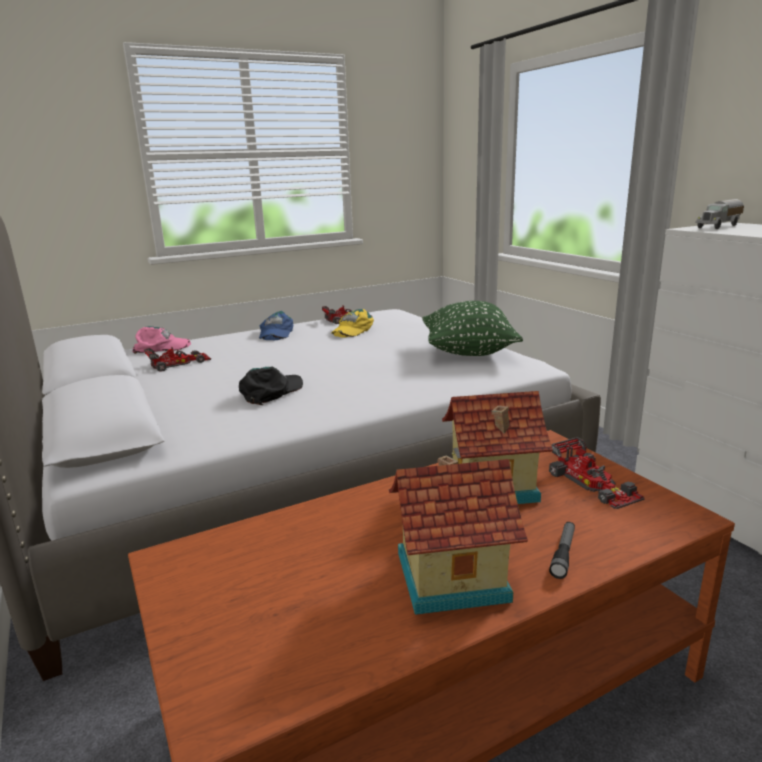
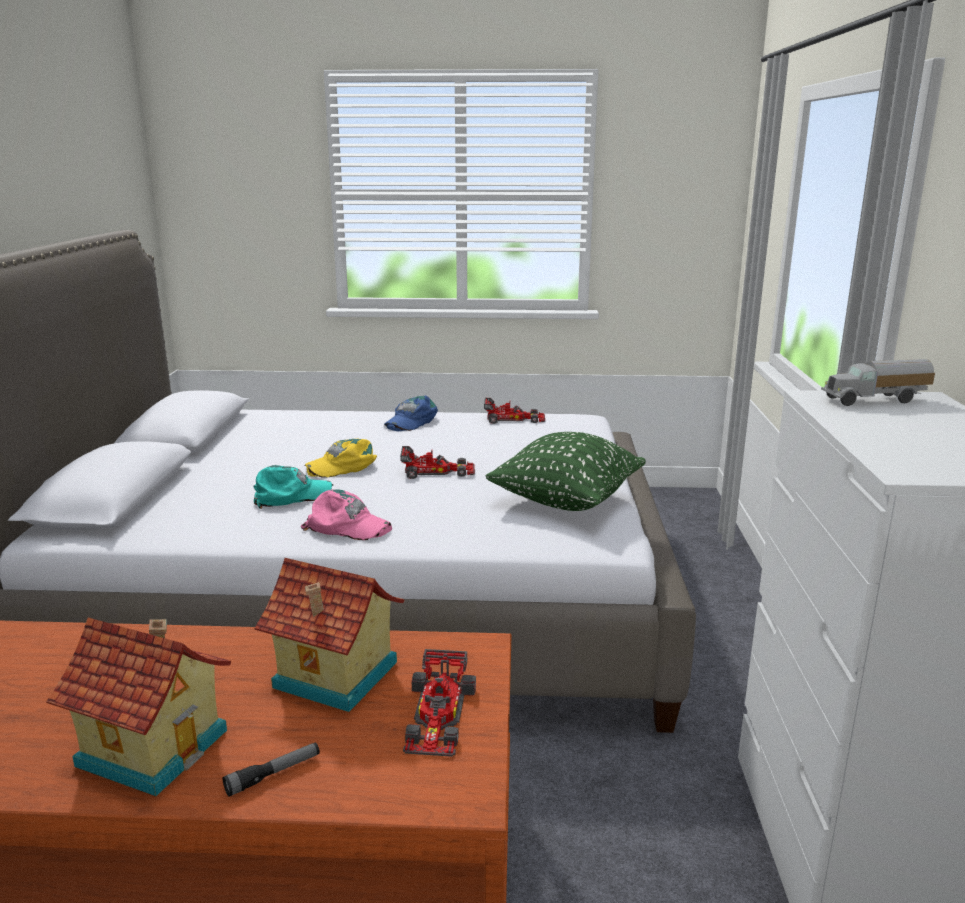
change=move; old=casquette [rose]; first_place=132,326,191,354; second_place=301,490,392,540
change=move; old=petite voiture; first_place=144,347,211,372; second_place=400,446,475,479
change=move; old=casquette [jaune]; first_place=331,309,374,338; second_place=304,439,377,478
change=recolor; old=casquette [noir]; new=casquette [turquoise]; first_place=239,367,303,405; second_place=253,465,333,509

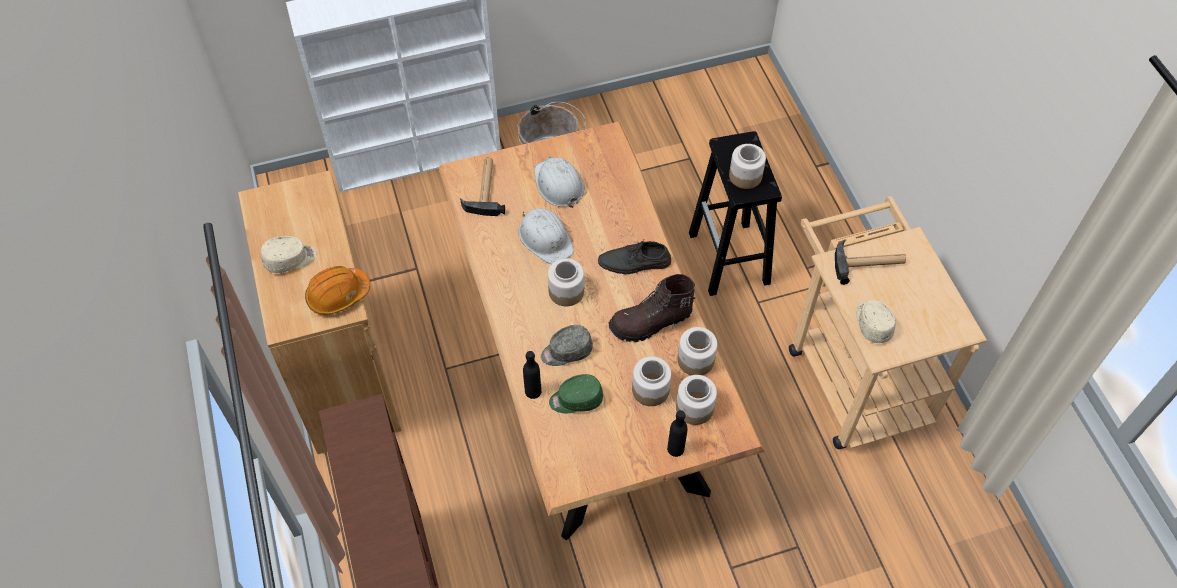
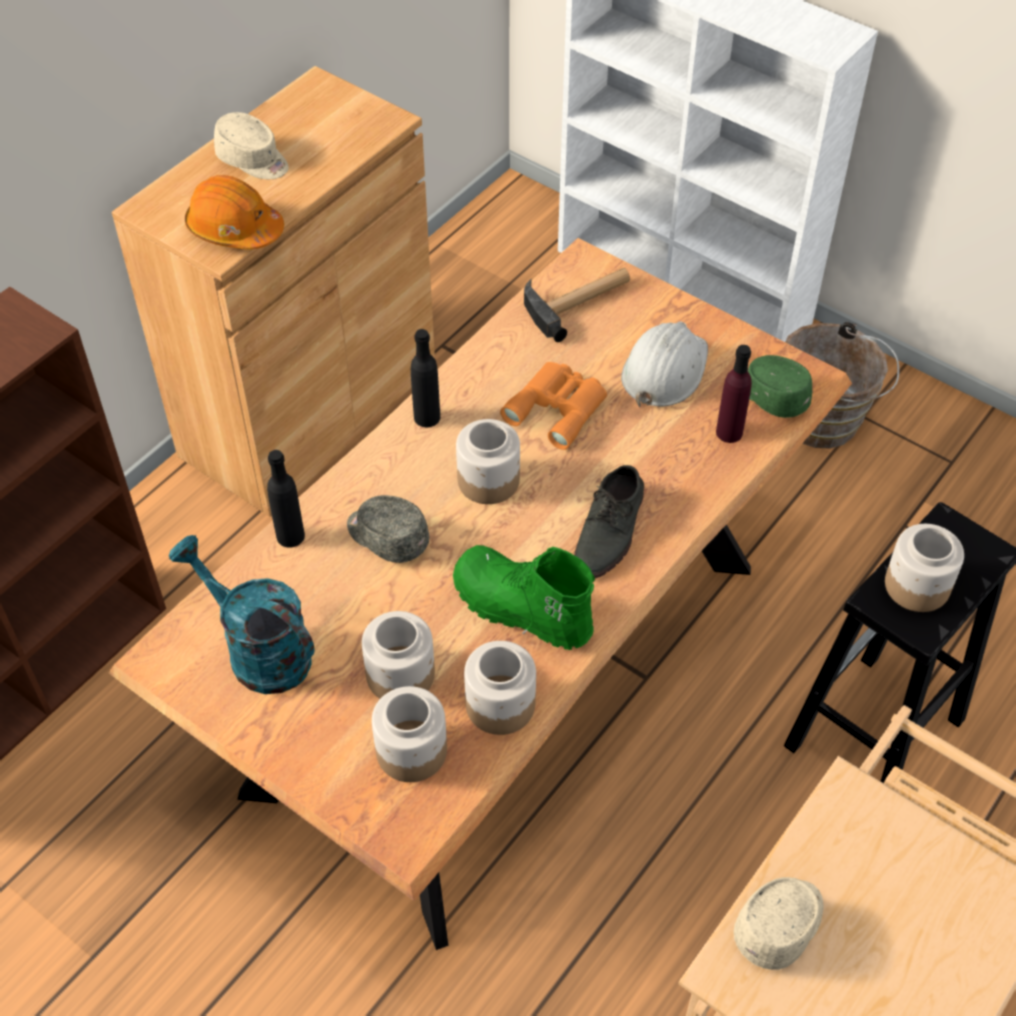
change=delete; old=marteau; first_place=835,239,906,285
change=insert; new=arrosoir [turquoise]; second_place=169,535,315,694
change=insert; new=bouteille [violet]; second_place=716,345,752,443
change=move; old=casquette [vert]; first_place=549,374,603,413; second_place=748,355,812,418
change=move; old=bouteille [noir]; first_place=667,410,687,457; second_place=411,329,440,427
change=replace; old=casque de chantier [blanc]; new=jumelles [orange]; first_place=518,208,574,264; second_place=500,362,607,450
change=recolor; old=botte [marron]; new=botte [vert]; first_place=609,274,695,342; second_place=453,545,595,650
change=rotate; old=chaussure [gris]; first_place=598,240,671,274; second_place=574,465,644,578; degrees=-120

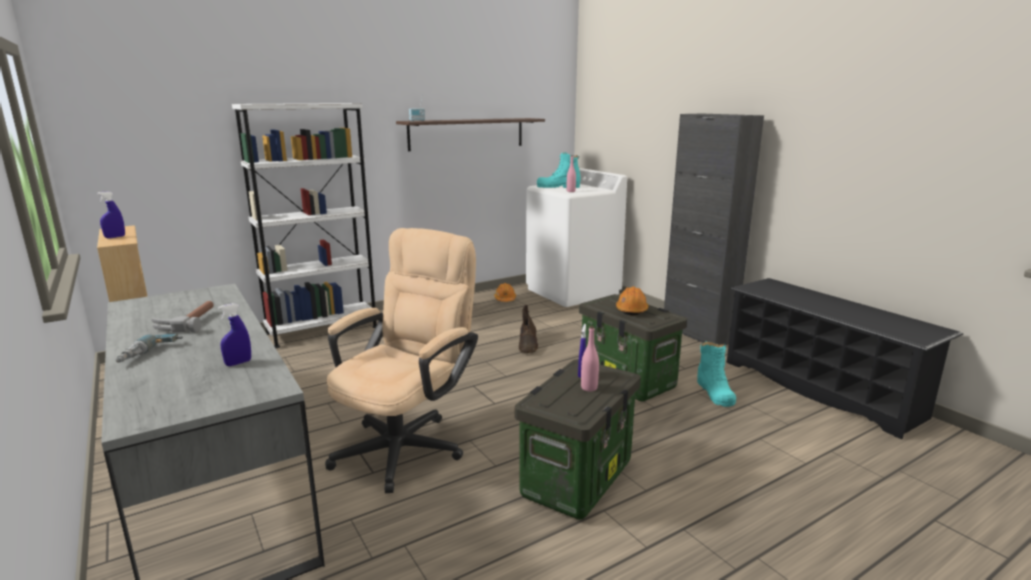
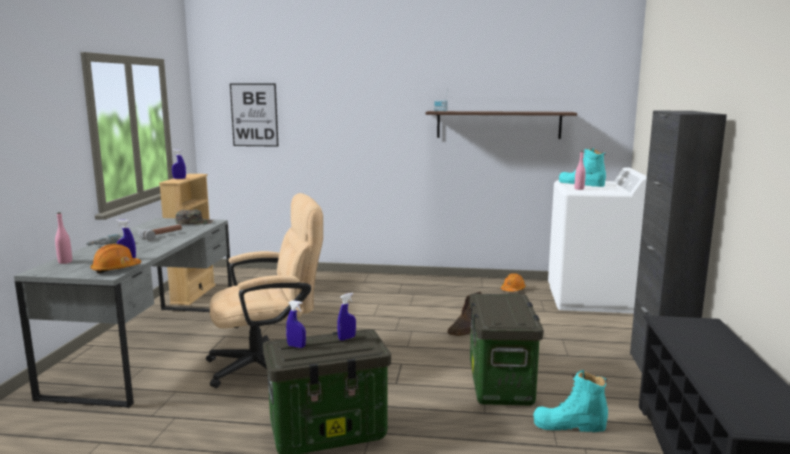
change=delete; old=bibliothèque [blanc]; first_place=232,103,377,348
change=insert; new=casquette [vert]; second_place=176,210,214,225
change=insert; new=tableau; second_place=230,84,278,147
change=insert; new=vaporisateur [bleu]; second_place=286,300,306,348
change=move; old=bouteille [rose]; first_place=581,326,599,391; second_place=55,212,72,264
change=move; old=casque de chantier [orange]; first_place=616,286,649,316; second_place=90,244,141,273
change=rotate; old=botte [turquoise]; first_place=697,341,736,407; second_place=533,370,608,432; degrees=60

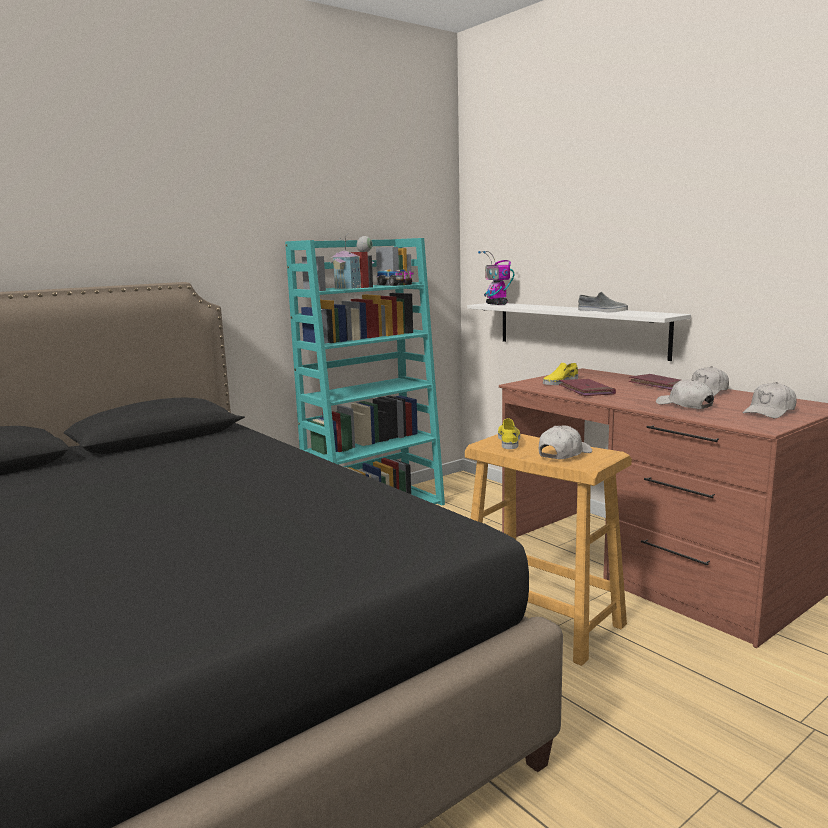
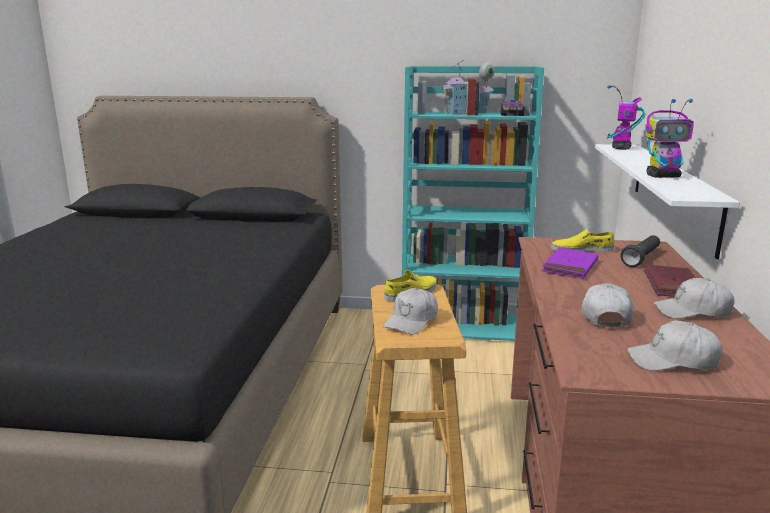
change=insert; new=lampe de poche [noir]; second_place=620,235,660,267
change=replace; old=chaussure [gris]; new=robot jouet; first_place=578,292,628,312; second_place=646,99,694,178
change=recolor; old=livre [rouge]; new=livre [violet]; first_place=559,379,616,396; second_place=542,247,599,279
change=rotate; old=casquette [blanc]; first_place=539,426,592,459; second_place=383,288,438,335; degrees=120

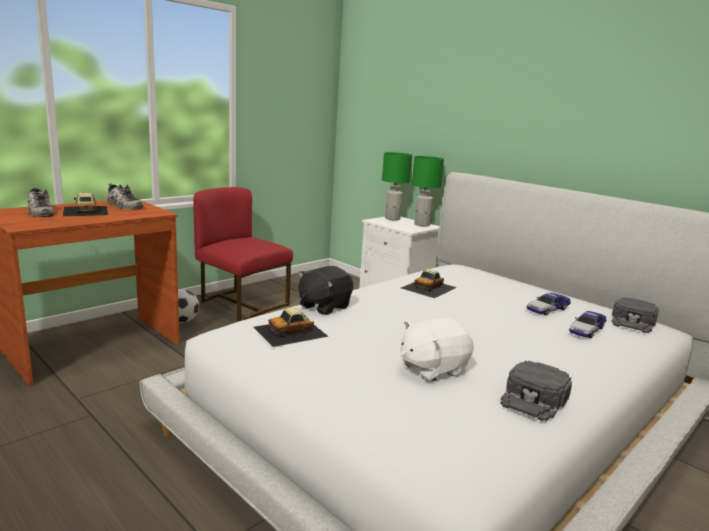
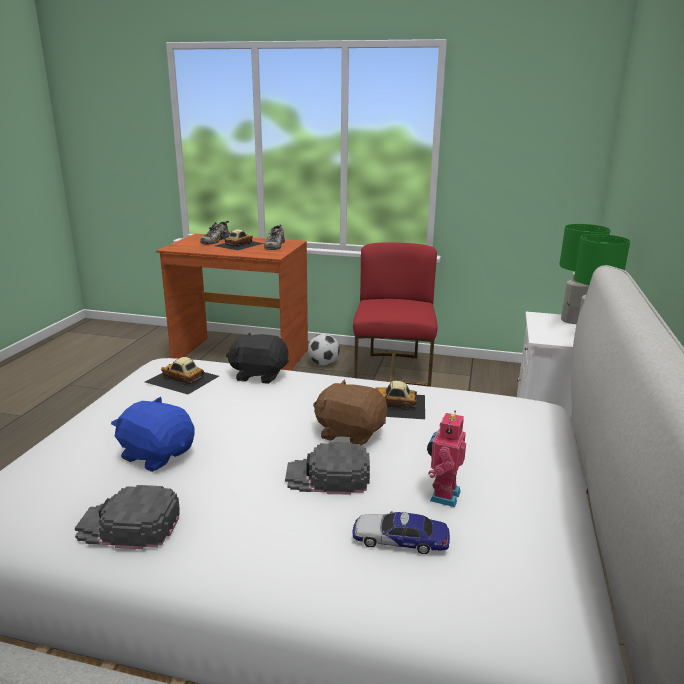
change=insert; new=peluche [marron]; second_place=313,380,388,446
change=move; old=casquette [noir]; first_place=611,297,659,333; second_place=285,442,370,495
change=replace; old=petite voiture; new=robot jouet; first_place=527,293,571,315; second_place=427,410,466,507
change=recolor; old=peluche [blanc]; new=peluche [bleu]; first_place=401,318,474,382; second_place=111,397,195,472

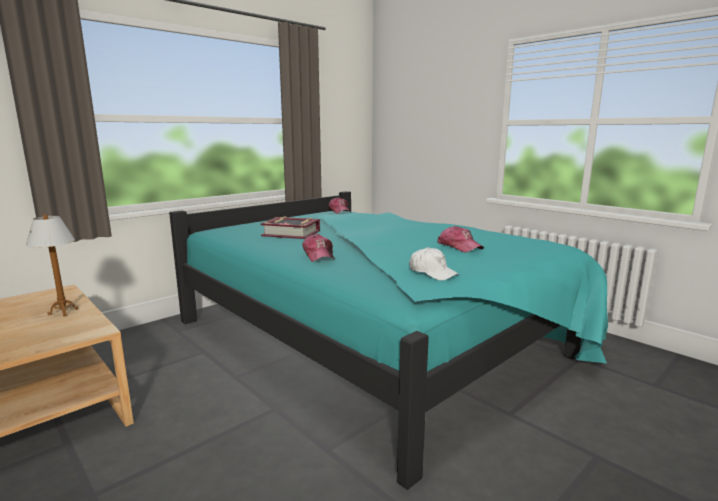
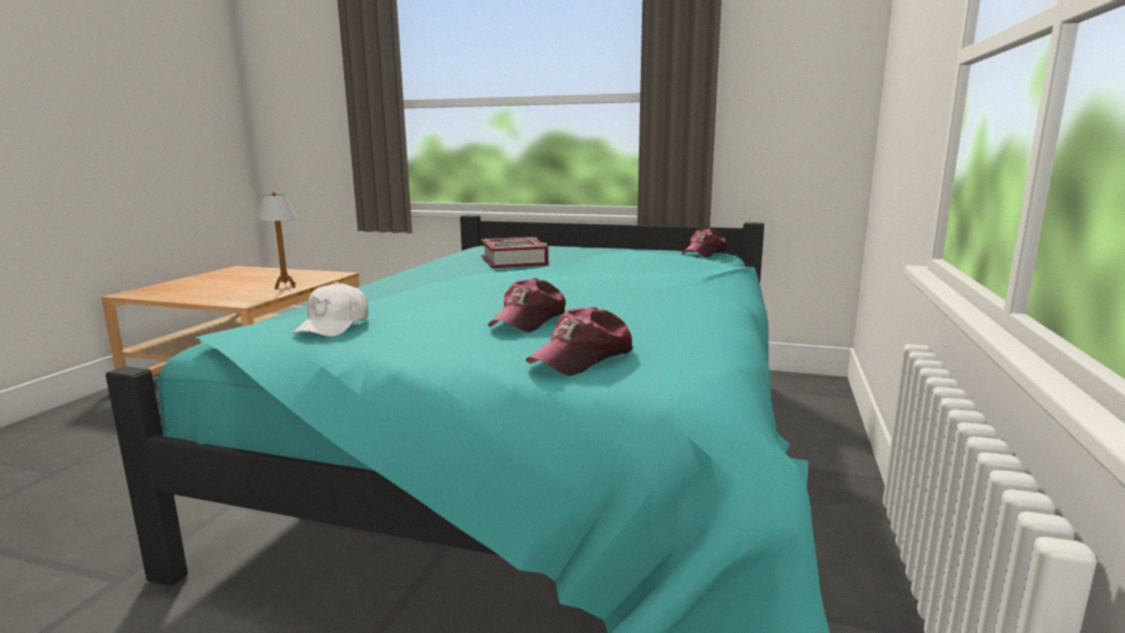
change=move; old=casquette; first_place=302,234,335,262; second_place=526,306,633,376

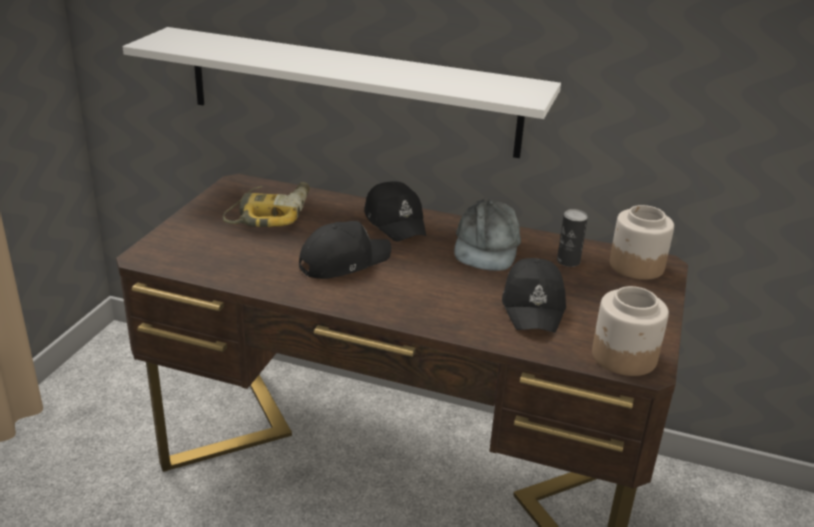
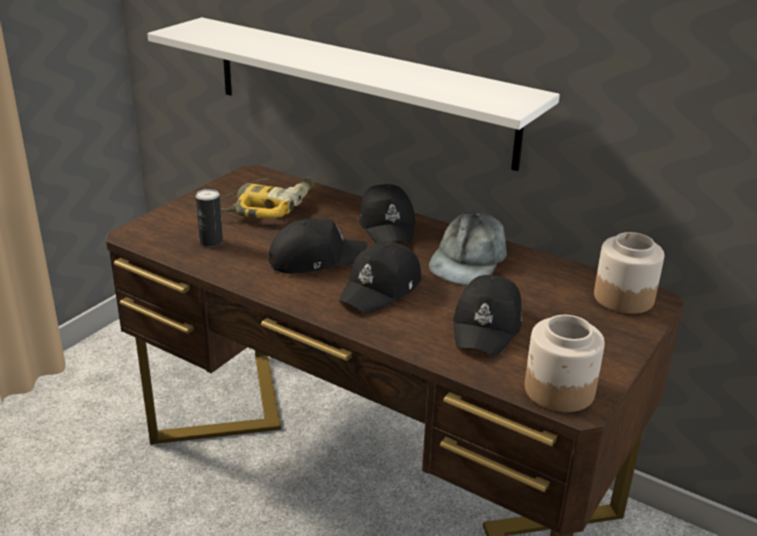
change=insert; new=casquette [noir]; second_place=339,242,421,313
change=move; old=boîte métallique; first_place=557,209,588,267; second_place=196,189,223,247

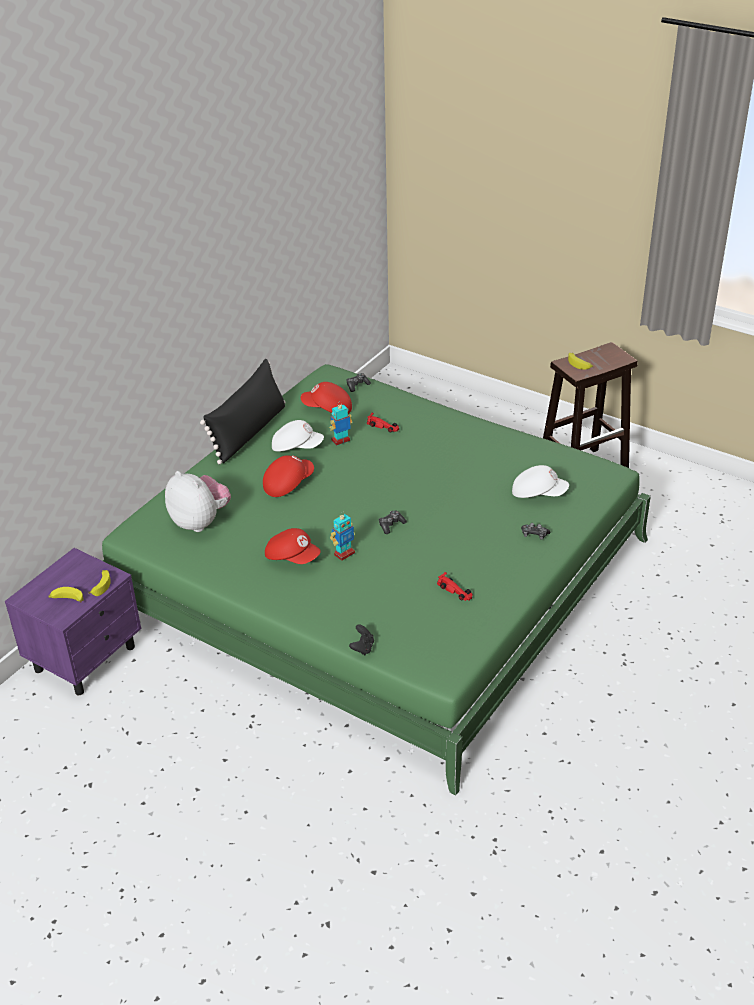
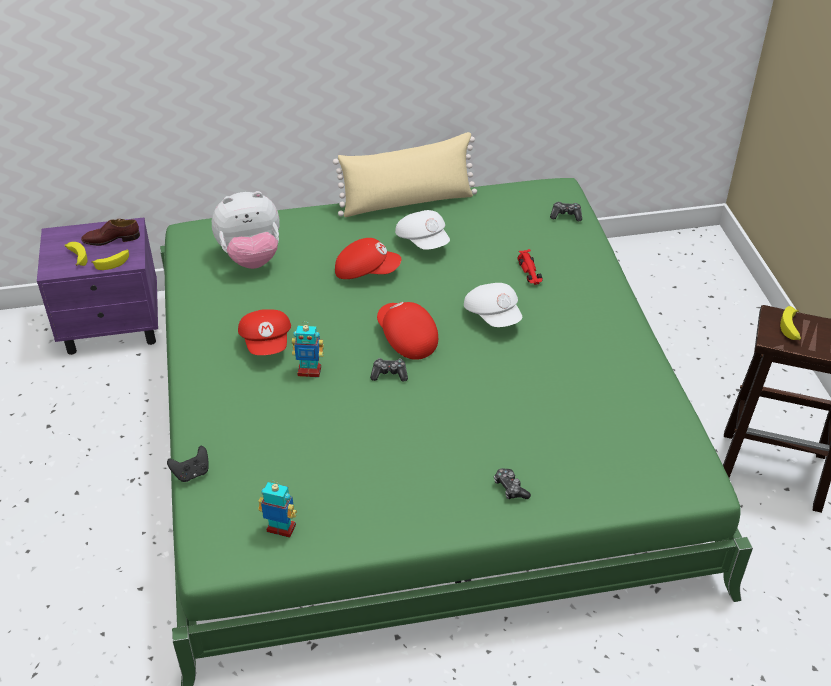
change=delete; old=petite voiture [rouge]; first_place=437,572,473,601
change=insert; new=chaussure [marron]; second_place=81,219,140,246
change=move; old=casquette [rouge]; first_place=301,382,352,414; second_place=377,302,438,360
change=move; old=robot jouet; first_place=329,401,353,446; second_place=258,481,297,538
change=move; old=casquette [blanc]; first_place=512,465,569,498; second_place=464,283,522,327
change=recolor; old=coussin [noir]; new=coussin [beige]; first_place=200,359,285,464; second_place=333,132,477,217
change=rotate; old=peluche; first_place=165,471,231,532; second_place=212,191,280,269; degrees=75

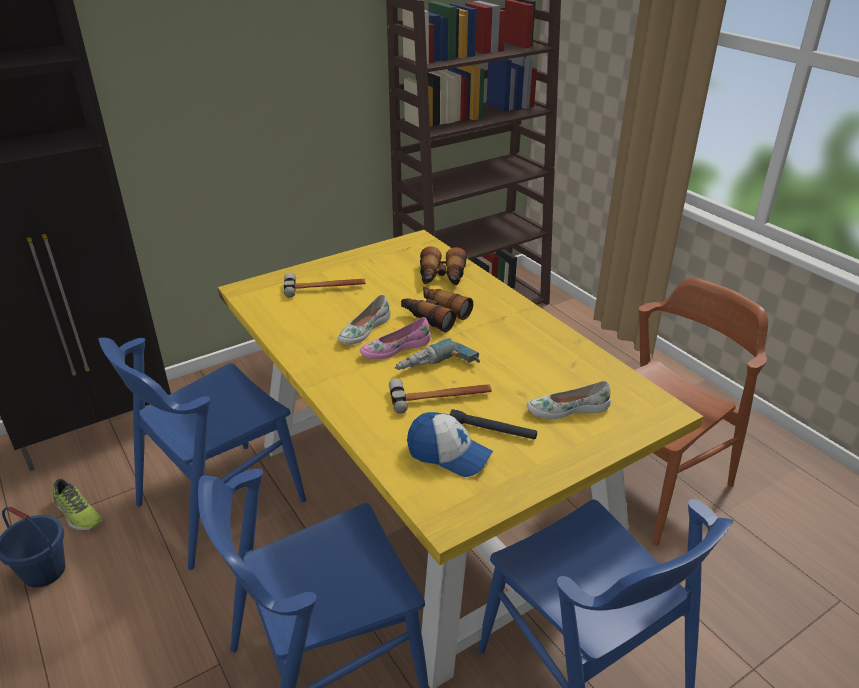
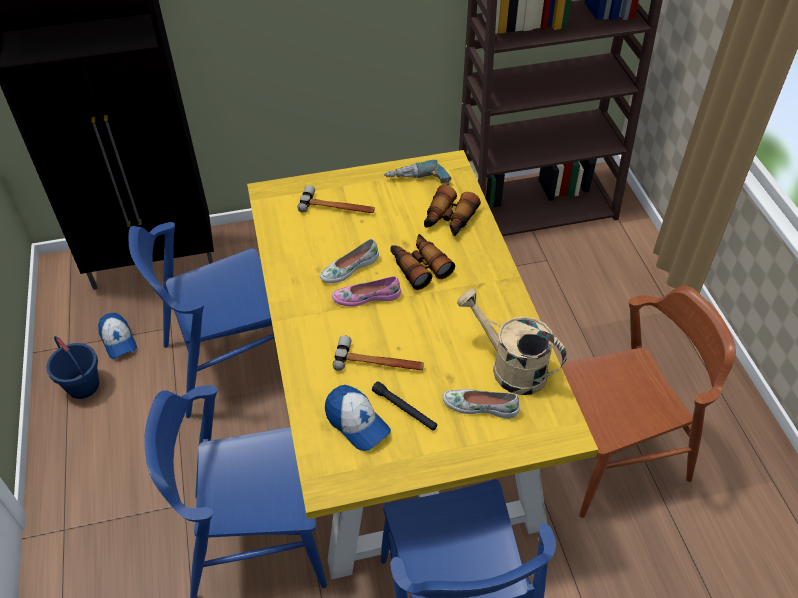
change=insert; new=arrosoir [beige]; second_place=457,288,567,395
change=move; old=perceuse; first_place=395,338,480,370; second_place=384,160,452,185
change=replace; old=chaussure; new=casquette; first_place=53,479,102,530; second_place=98,313,137,359

